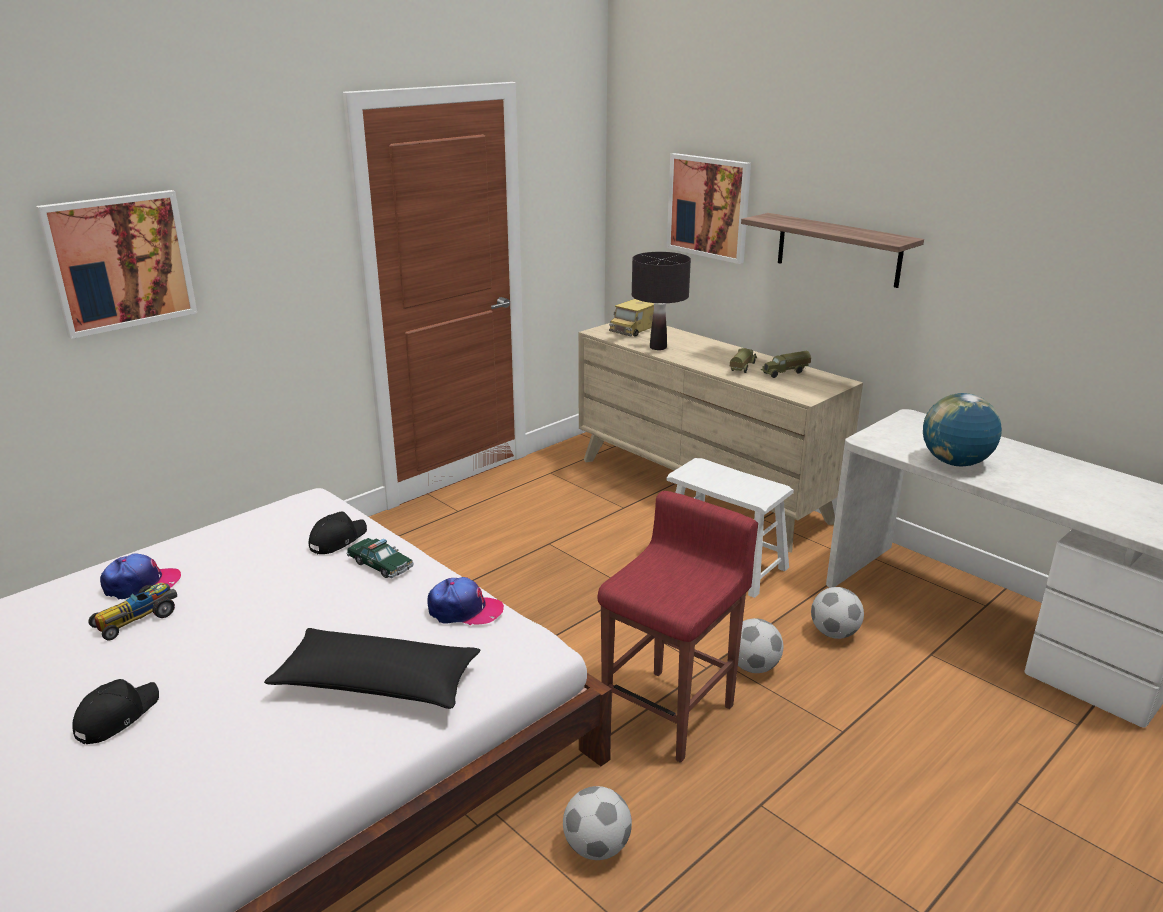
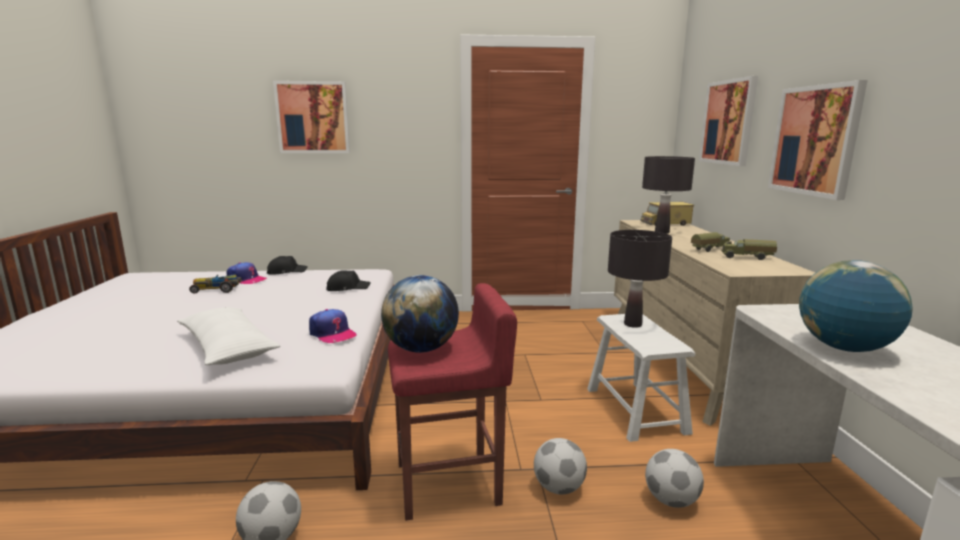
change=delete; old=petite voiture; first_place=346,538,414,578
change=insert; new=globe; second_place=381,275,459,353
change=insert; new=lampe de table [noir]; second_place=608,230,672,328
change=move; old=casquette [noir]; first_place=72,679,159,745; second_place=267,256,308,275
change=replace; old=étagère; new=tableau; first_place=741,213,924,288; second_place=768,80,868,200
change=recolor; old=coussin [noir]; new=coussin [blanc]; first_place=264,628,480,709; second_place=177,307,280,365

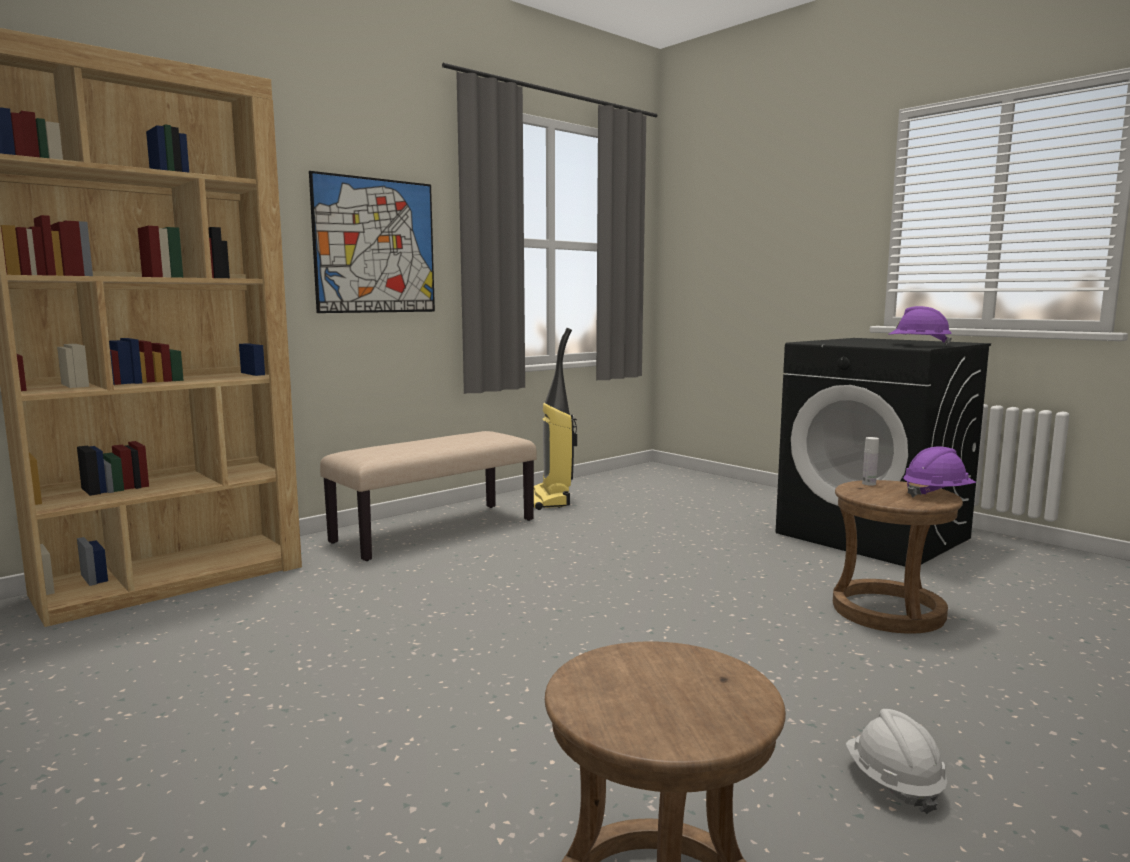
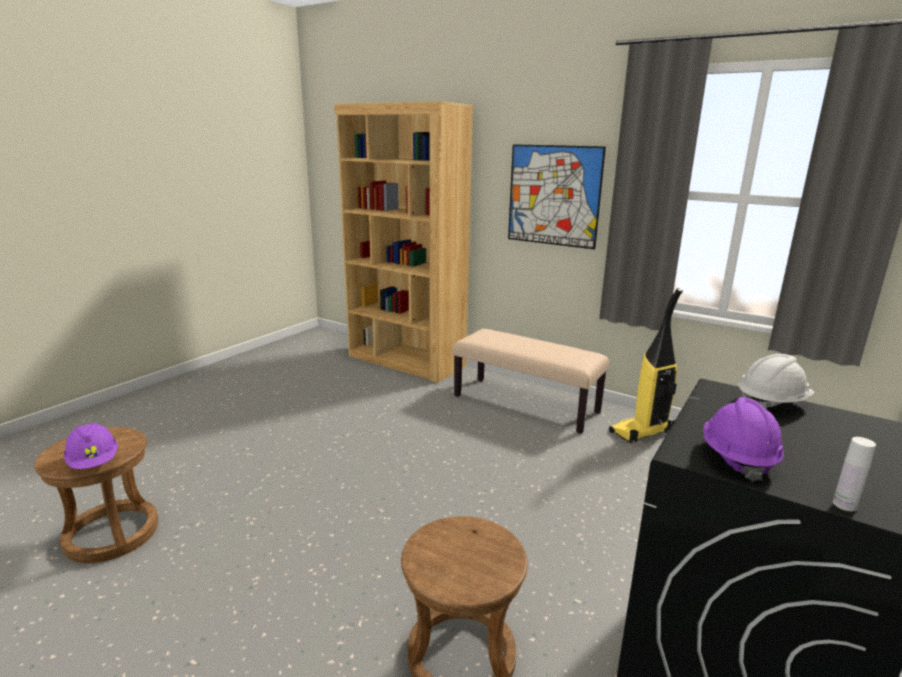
change=move; old=casque de chantier [blanc]; first_place=846,709,947,814; second_place=738,354,815,409
change=move; old=bouteille [blanc]; first_place=862,437,879,486; second_place=833,437,876,511
change=move; old=casque de chantier [violet]; first_place=903,446,976,497; second_place=64,422,118,469

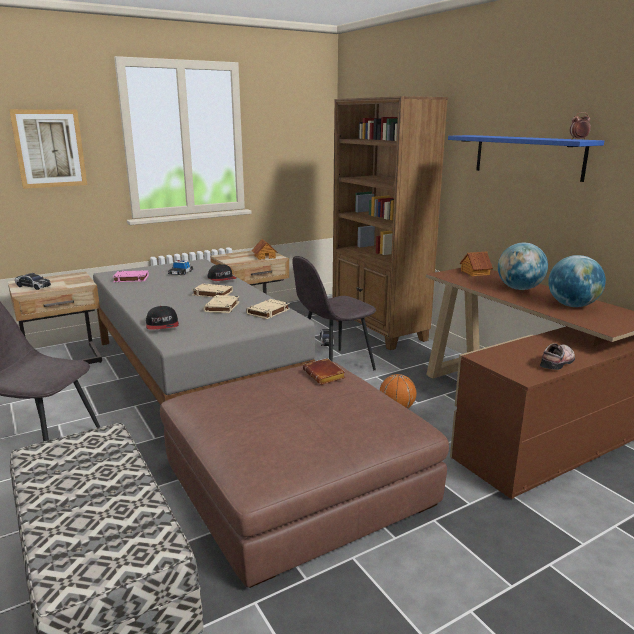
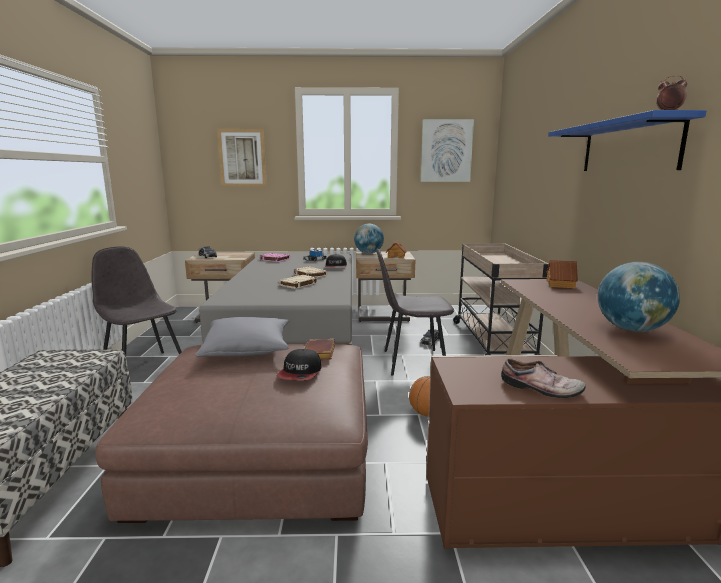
change=delete; old=livre [beige]; first_place=246,299,290,319
change=insert; new=coussin [gris]; second_place=195,317,289,357
change=insert; new=tableau; second_place=421,119,474,182
change=move; old=casquette; first_place=146,306,179,330; second_place=277,349,321,381
change=move; old=globe; first_place=498,243,548,290; second_place=354,224,384,254
change=replace; old=bibliothèque [marron]; new=chariot [beige]; first_place=333,96,448,350; second_place=453,244,549,355
change=rotate; old=chaussure; first_place=540,343,575,370; second_place=501,358,586,398; degrees=45

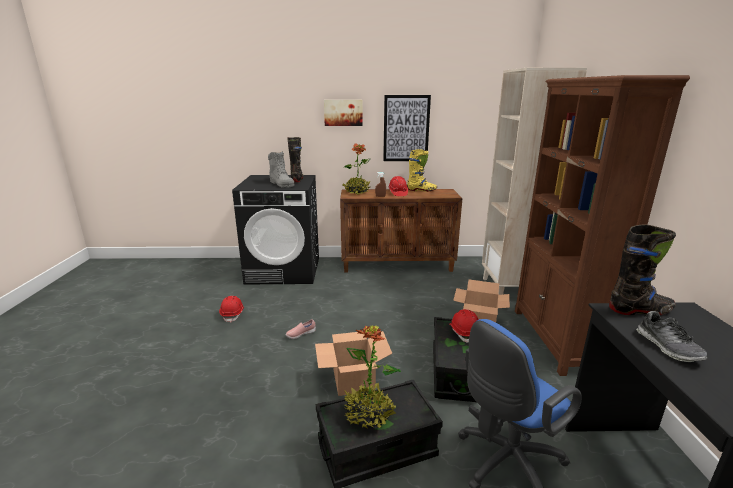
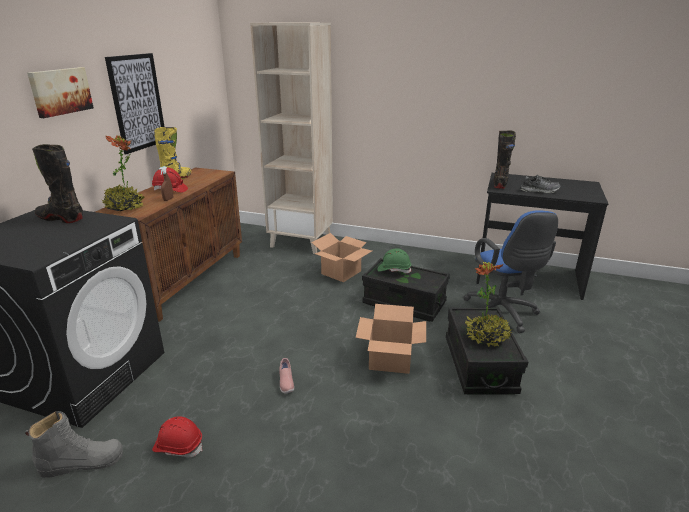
change=delete; old=bibliothèque [marron]; first_place=515,75,690,376
change=move; old=botte [gris]; first_place=268,151,294,188; second_place=25,411,123,478
change=recolor; old=casque de chantier [rouge]; new=casque de chantier [vert]; first_place=449,309,479,343; second_place=378,248,411,273

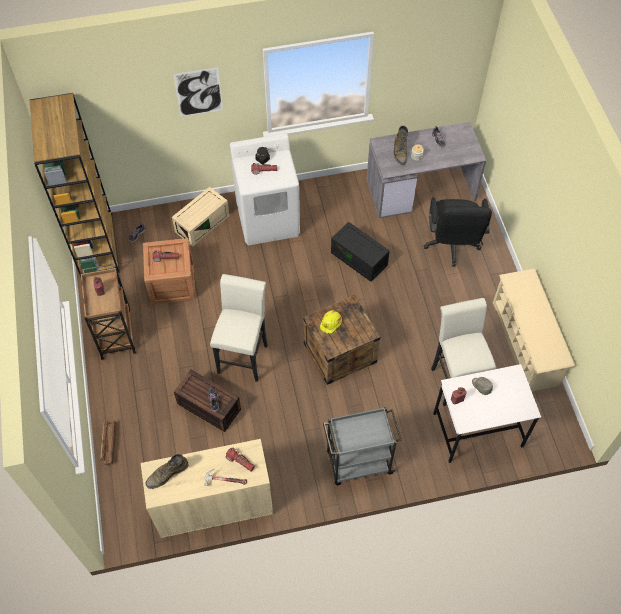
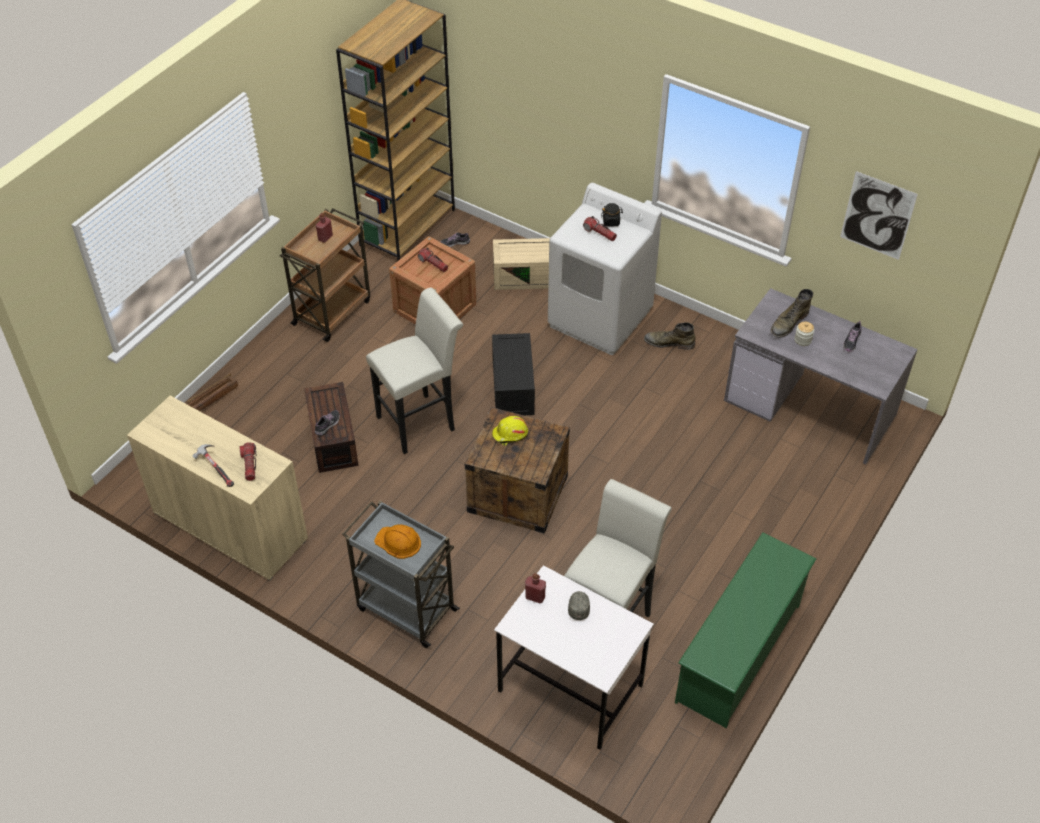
change=delete; old=chaise de bureau [noir]; first_place=424,197,492,267
change=insert; new=casque de chantier [orange]; second_place=374,524,421,559
change=move; old=botte [vert]; first_place=145,454,189,489; second_place=644,322,695,350
change=move; old=tableau; first_place=173,67,223,117; second_place=840,171,918,260
change=move; old=boîte de rangement [noir]; first_place=331,222,390,282; second_place=492,333,535,415
change=recolor; old=étagère à chaussures [beige]; new=étagère à chaussures [vert]; first_place=493,268,575,391; second_place=675,532,817,728

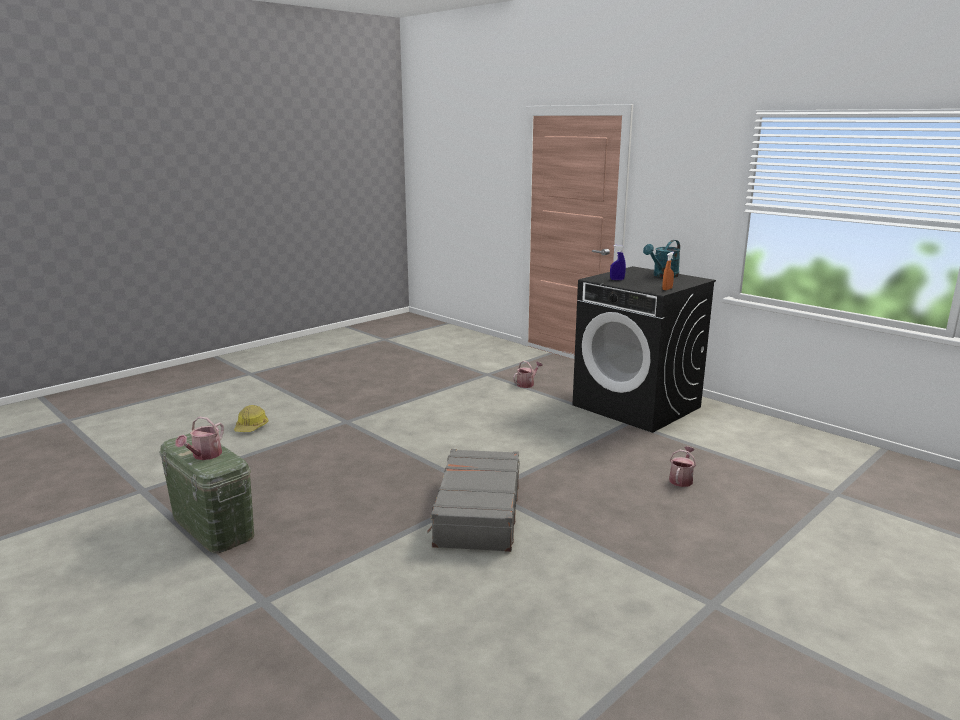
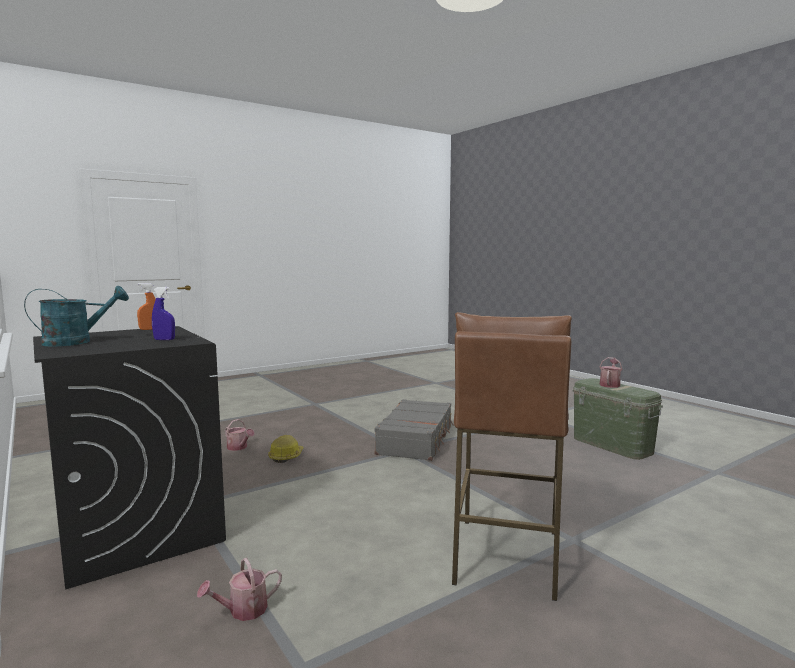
change=insert; new=tabouret [marron]; second_place=452,312,572,601
change=move; old=casque de chantier; first_place=234,405,268,432; second_place=268,435,304,463
change=rotate; old=arrosoir; first_place=669,446,696,487; second_place=225,419,254,451; degrees=-90

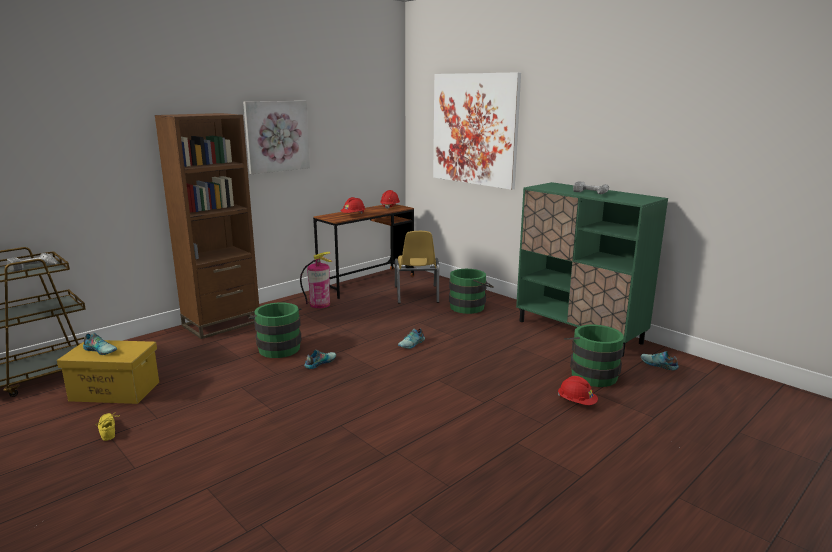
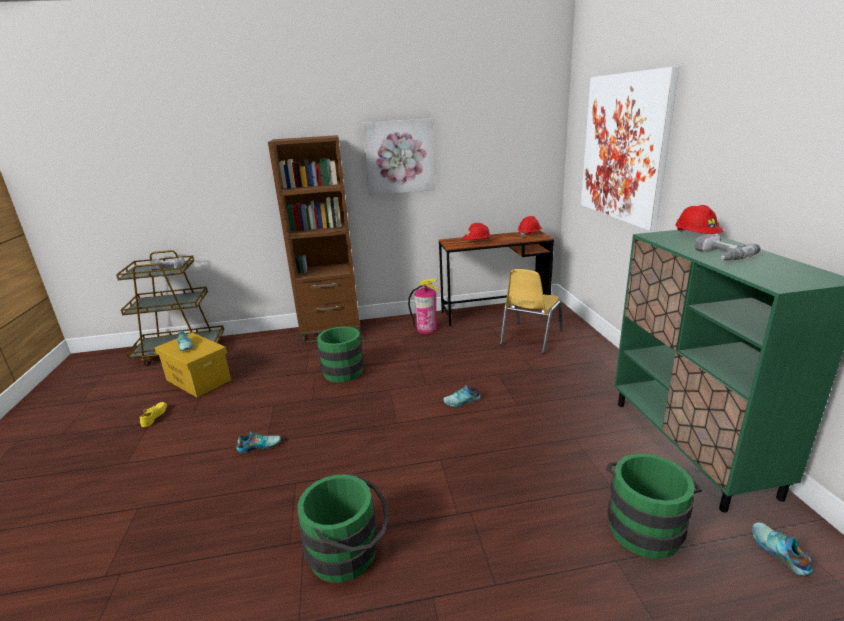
change=move; old=chaussure; first_place=304,350,336,369; second_place=236,432,281,453
change=move; old=seau [vert]; first_place=449,269,493,314; second_place=297,474,389,583
change=move; old=casque de chantier [rouge]; first_place=558,376,598,405; second_place=675,205,723,234

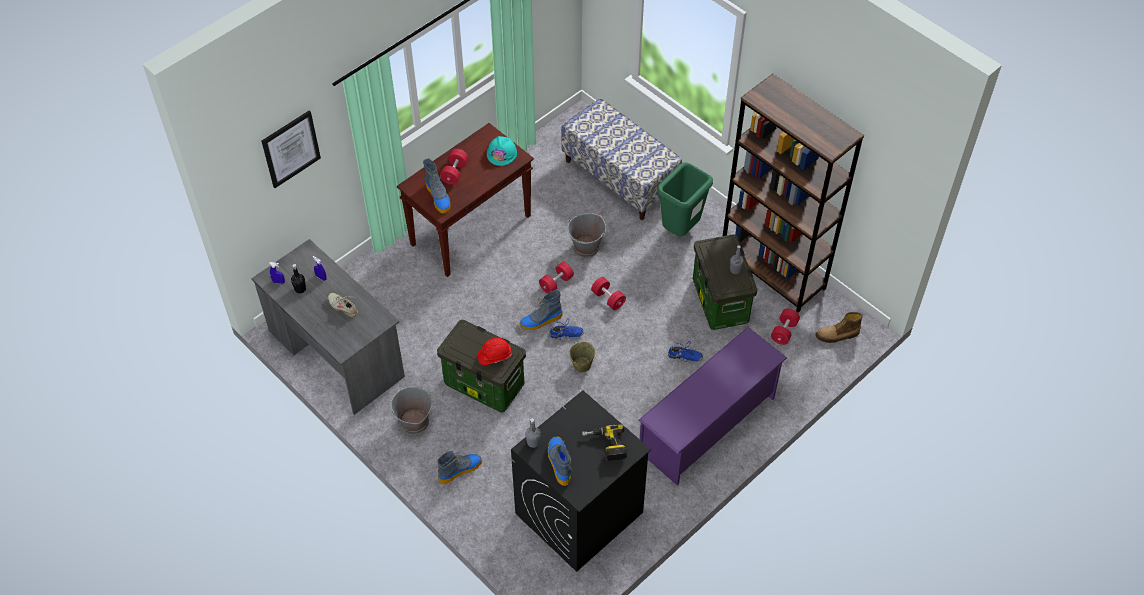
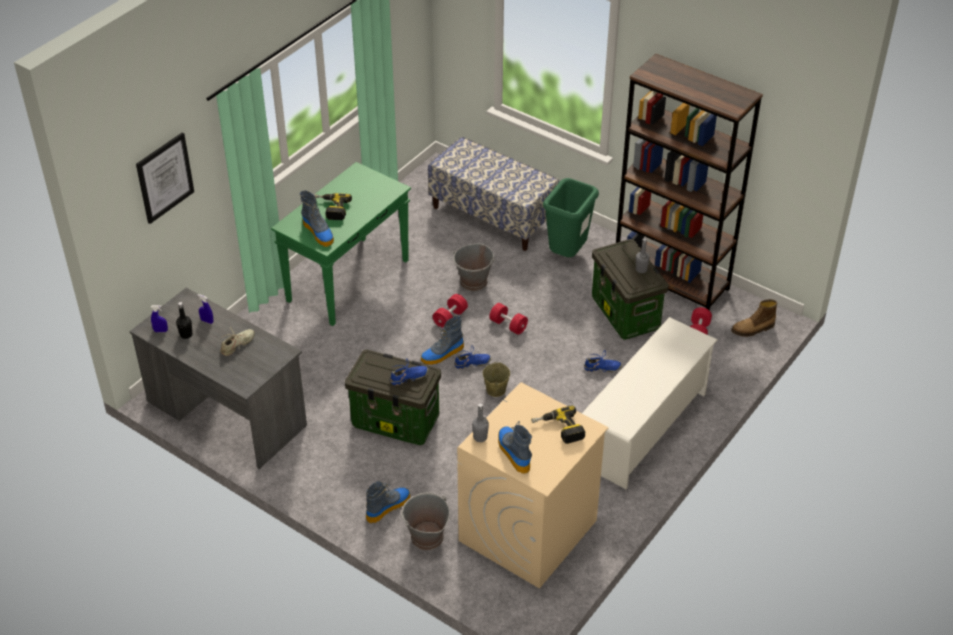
change=delete; old=casque de chantier [turquoise]; first_place=487,136,517,166
change=move; old=seau [gris]; first_place=390,386,432,434; second_place=401,492,450,550
change=replace; old=haltère [rouge]; new=perceuse; first_place=440,149,468,185; second_place=314,193,352,220
change=replace; old=casque de chantier [rouge]; new=chaussure [bleu]; first_place=478,338,512,365; second_place=390,358,429,385
change=recolor; old=table console [marron]; new=table console [vert]; first_place=397,123,534,277; second_place=271,162,411,326
change=recolor; old=lave-linge [noir]; new=lave-linge [beige]; first_place=511,390,651,572; second_place=457,382,608,589
change=recolor; old=étagère à chaussures [violet]; new=étagère à chaussures [blanc]; first_place=638,327,787,485; second_place=582,317,717,489
change=rotate; old=chaussure [beige]; first_place=328,293,358,317; second_place=220,327,255,356; degrees=105

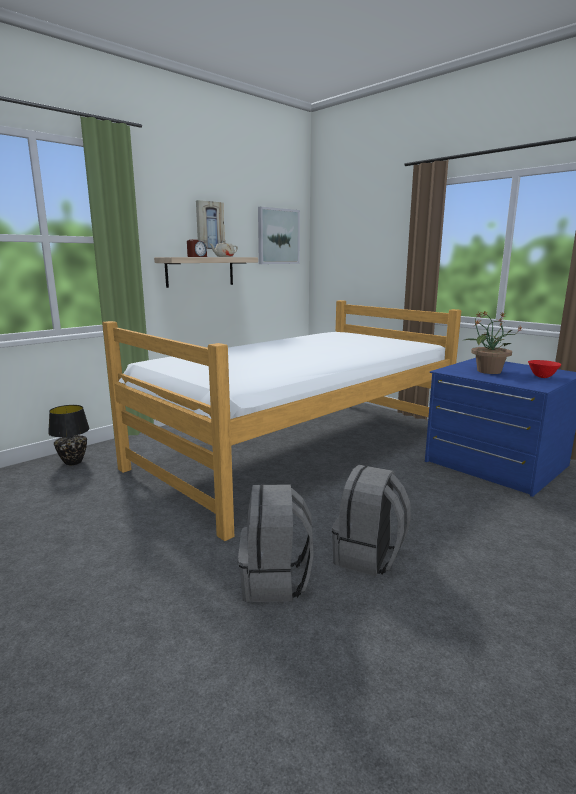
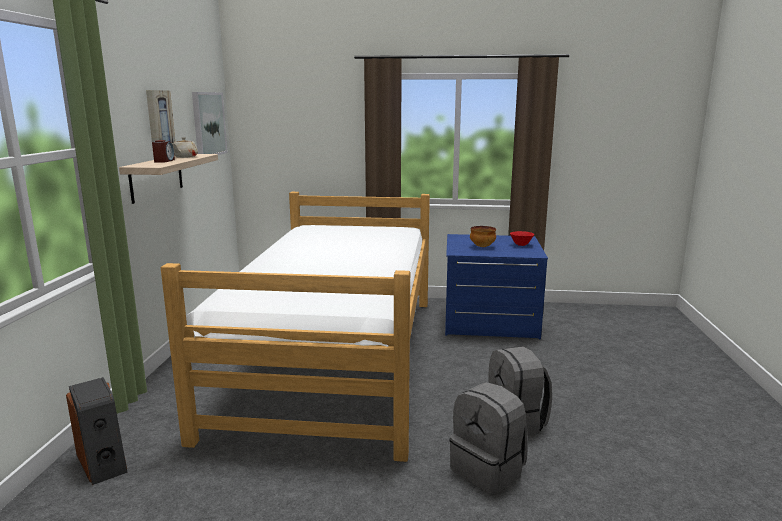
change=replace; old=lampe de table [noir]; new=enceinte; first_place=48,405,90,466; second_place=66,377,128,485
change=replace; old=plante en pot; new=bol; first_place=465,311,522,374; second_place=470,226,496,247

